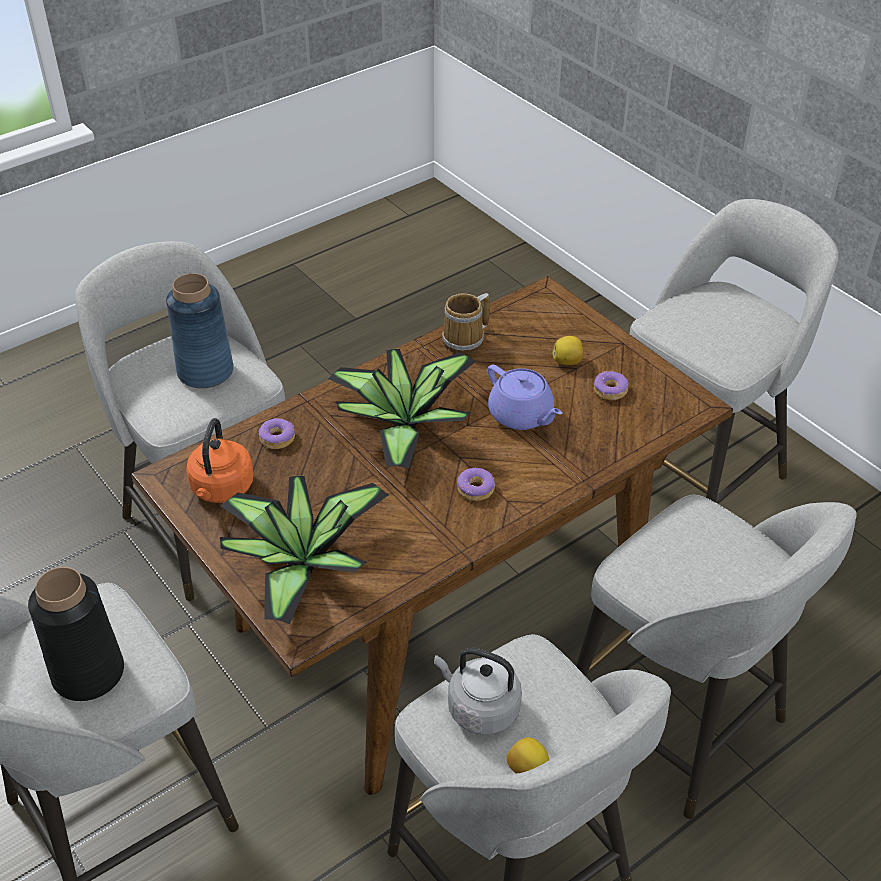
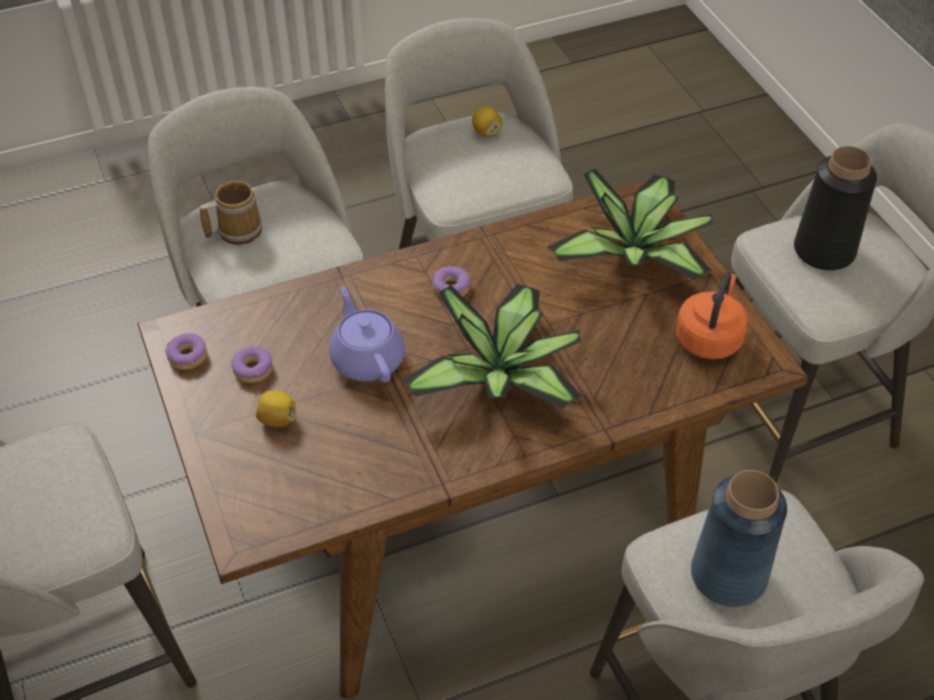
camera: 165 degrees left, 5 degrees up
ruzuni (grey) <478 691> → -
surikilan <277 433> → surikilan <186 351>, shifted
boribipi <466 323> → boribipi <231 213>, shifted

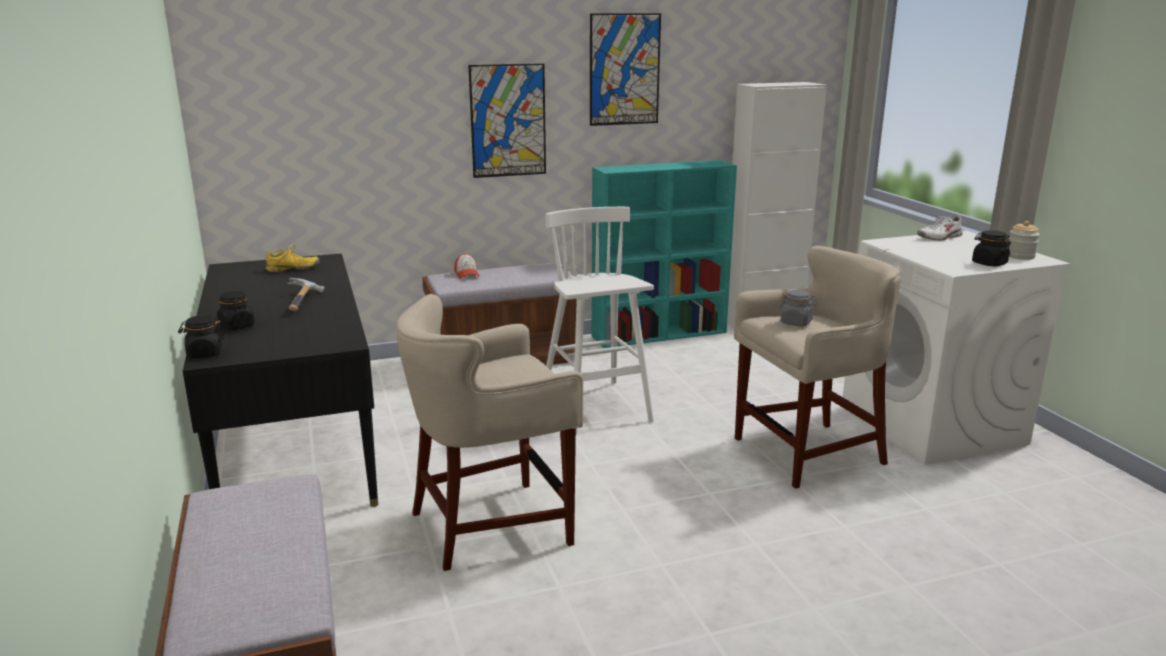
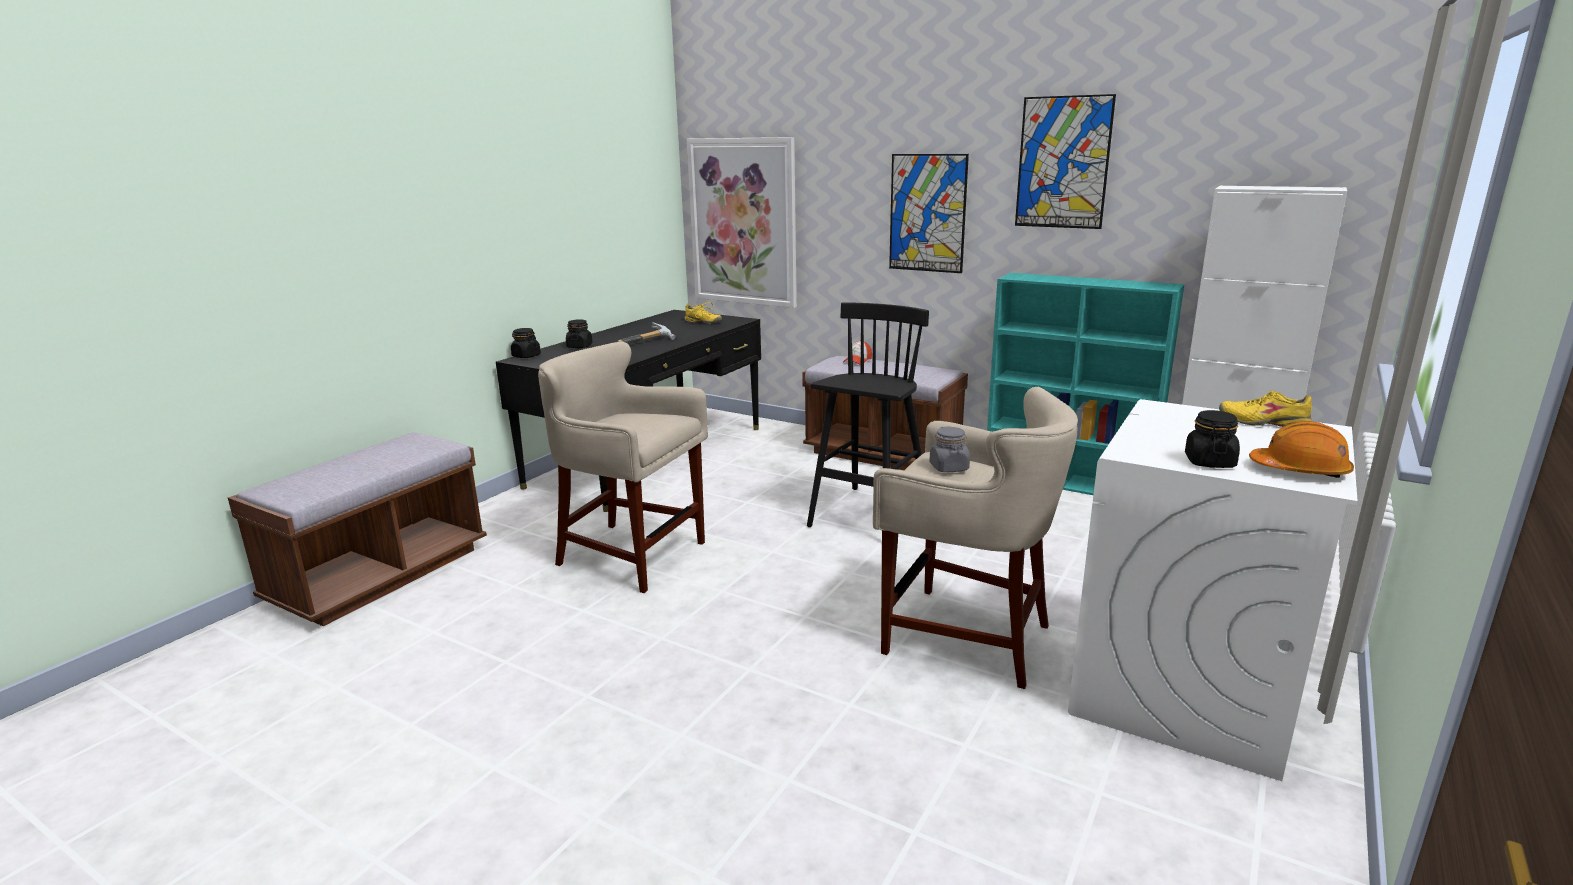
camera: 50 degrees right, 0 degrees up
- → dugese <742 222>
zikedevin <1023 240> → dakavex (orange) <1301 450>
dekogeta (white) <599 320> → dekogeta (black) <868 414>
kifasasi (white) <941 228> → kifasasi (yellow) <1265 408>

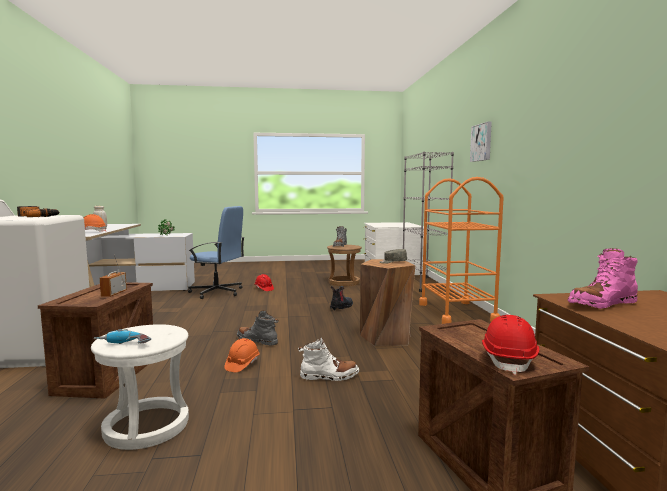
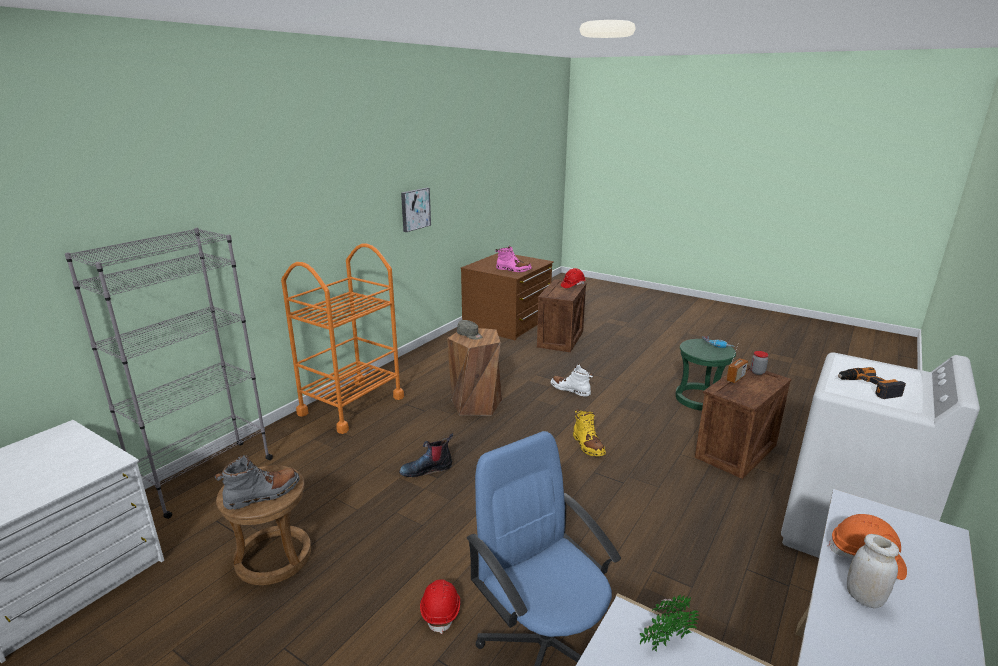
camera: 140 degrees left, 15 degrees up
dakavex (orange) <242 355> → -
- → zikedevin <759 363>
dugese <481 141> → dugese <416 210>, shifted
dekogeta (white) <140 387> → dekogeta (green) <705 375>
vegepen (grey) <257 327> → vegepen (yellow) <589 432>

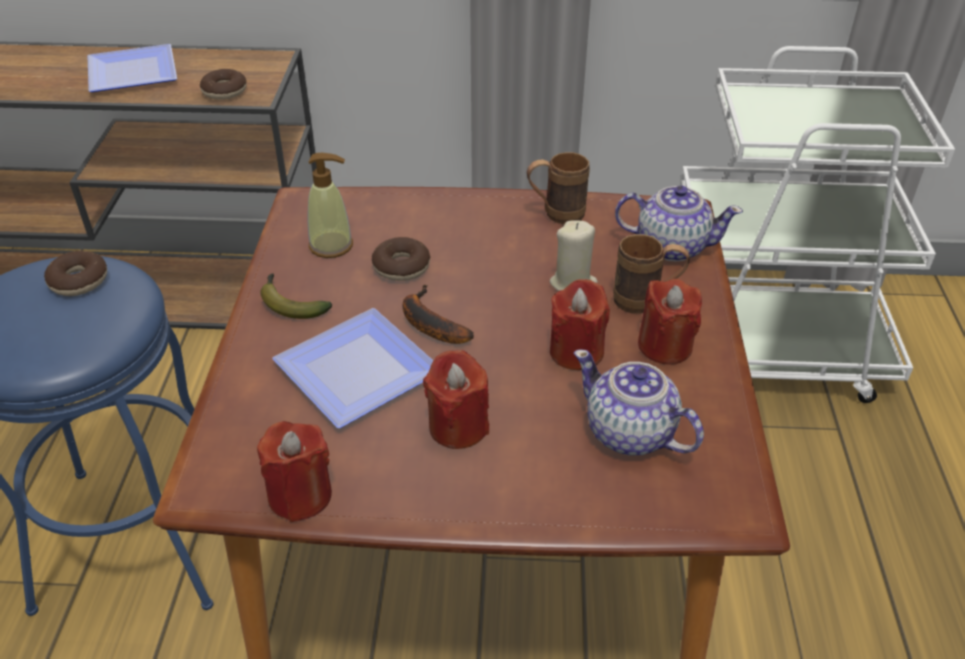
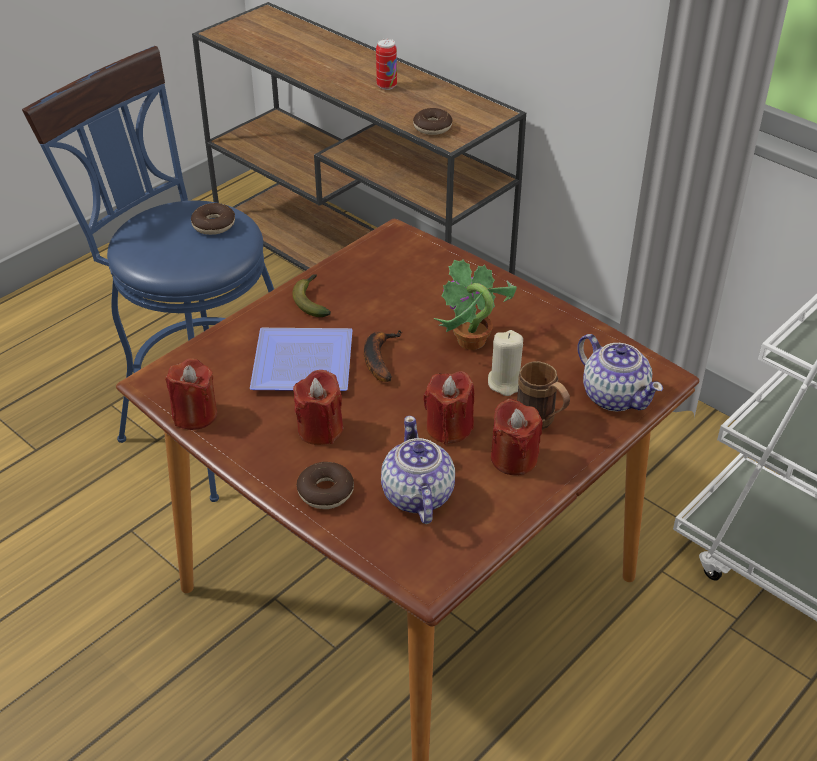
camera: 40 degrees right, 0 degrees up
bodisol <330 205> → -
boribipi (brown) <558 188> → -
- → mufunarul <475 305>
surikilan <401 259> → surikilan <325 485>, shifted
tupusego <132 68> → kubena <386 64>

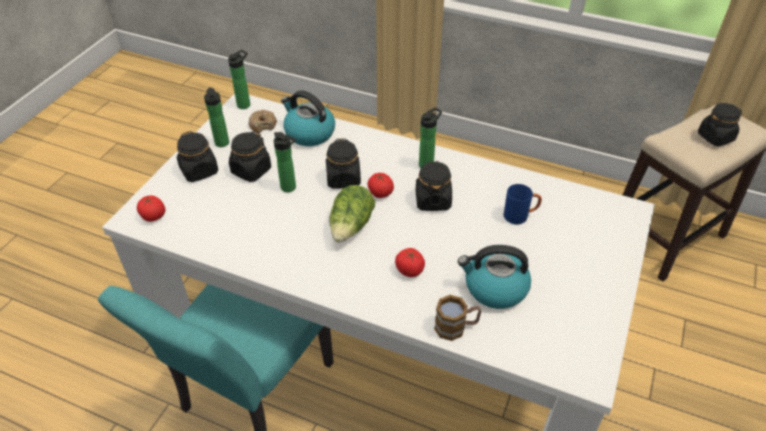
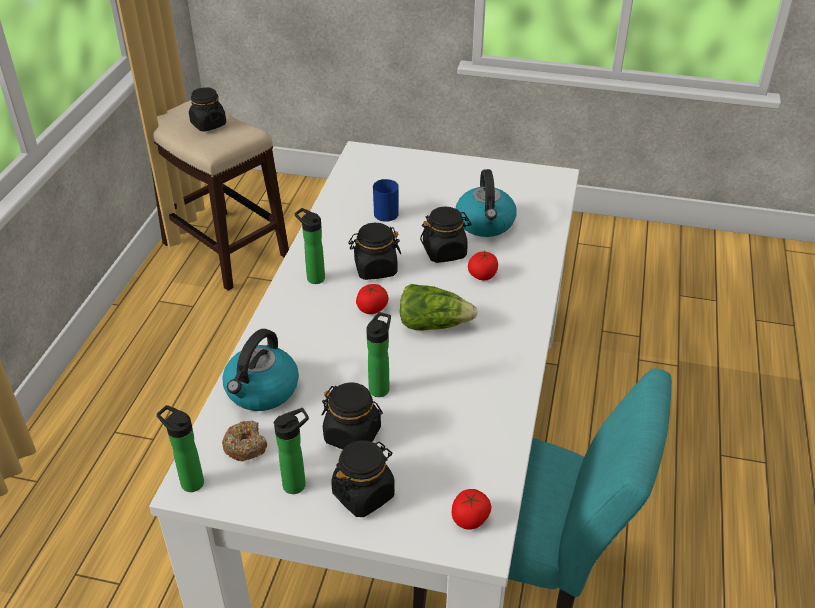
camera: 100 degrees left, 5 degrees down
boribipi <457 318> → -
zikedevin (black) <343 163> → zikedevin (black) <445 234>, shifted

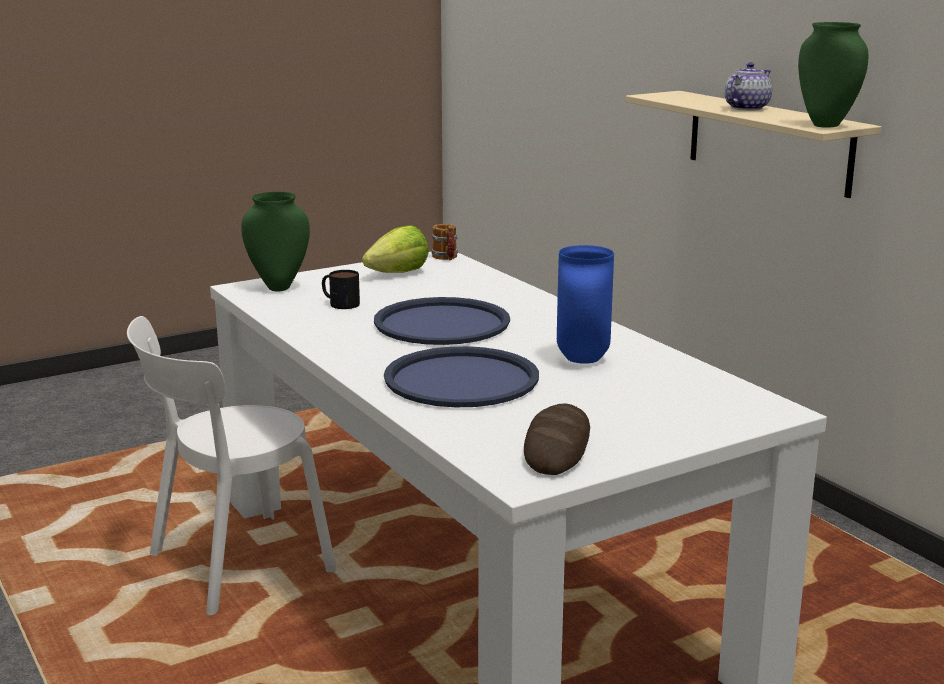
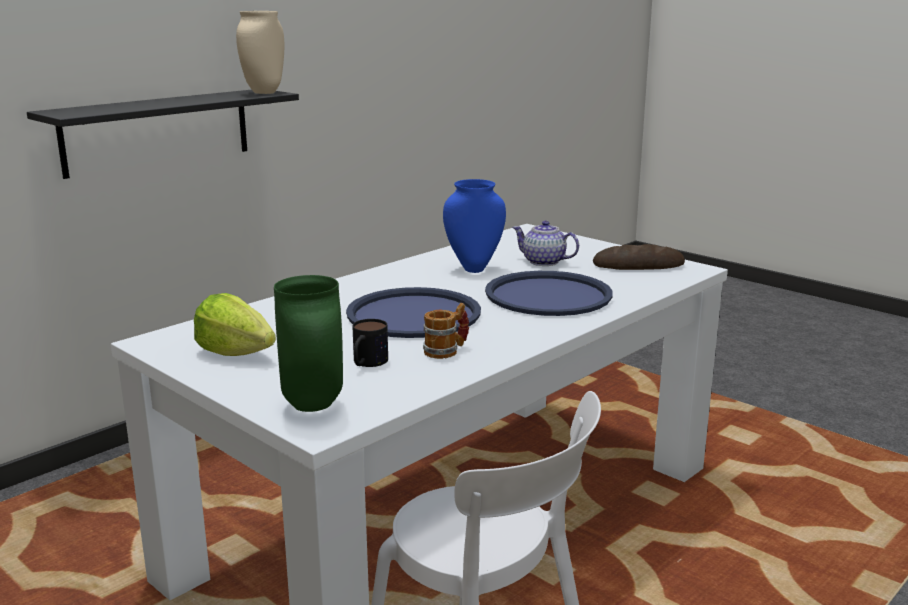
camera: 105 degrees left, 0 degrees up
boribipi <444 242> → boribipi <446 331>, shifted
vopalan <748 86> → vopalan <545 243>, shifted
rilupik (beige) <753 144> → rilupik (black) <163 134>
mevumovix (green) <833 75> → mevumovix (beige) <260 52>

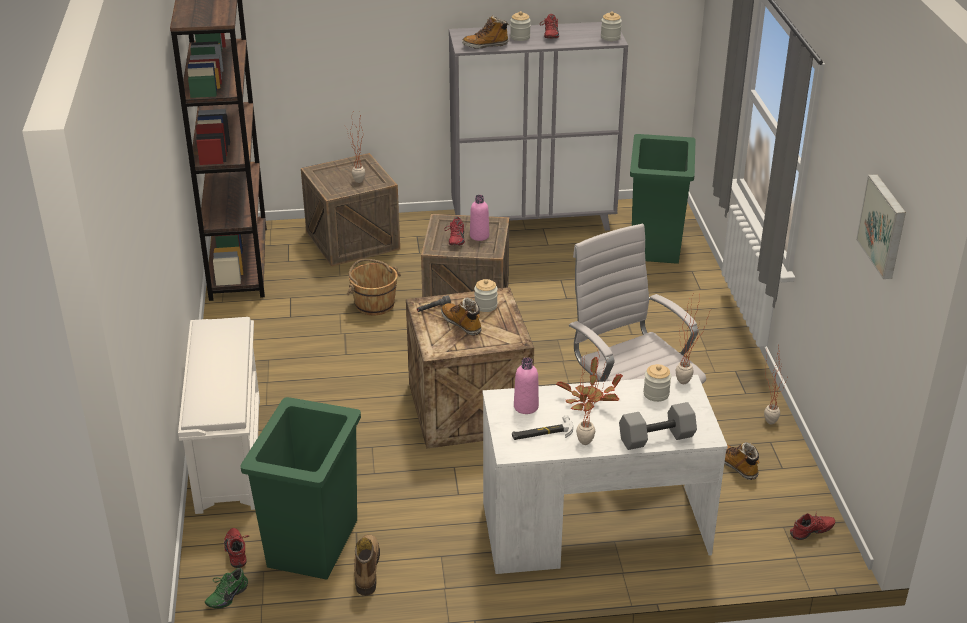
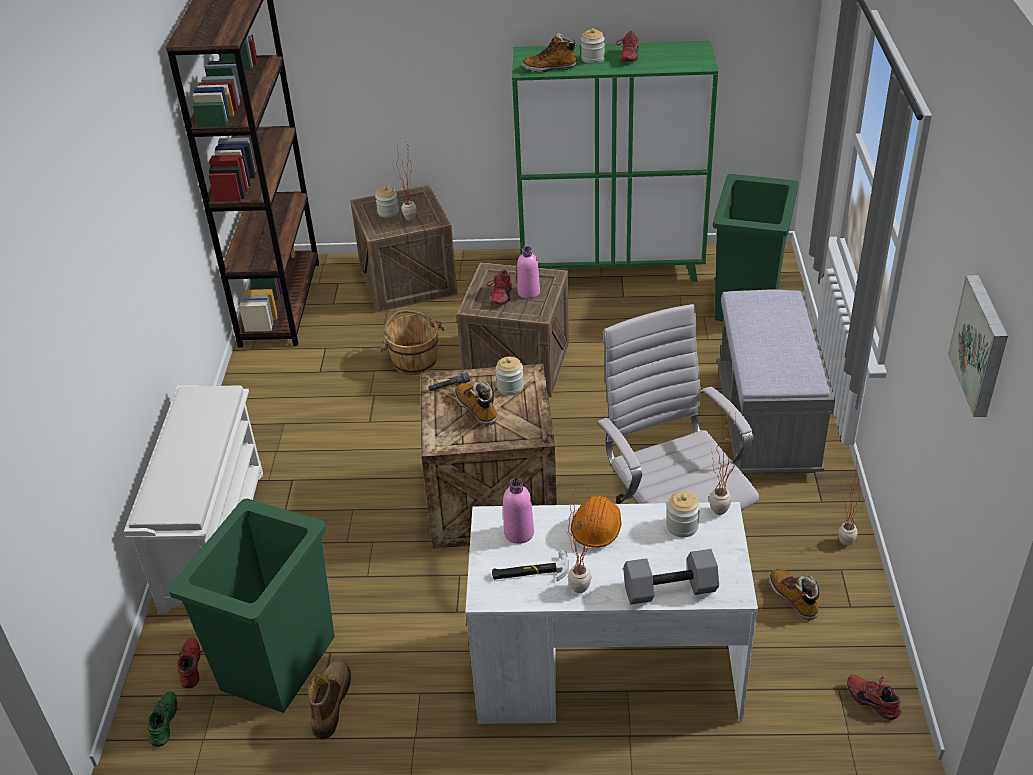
camera: 10 degrees right, 5 degrees up
- → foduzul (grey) <776 381>
zikedevin <611 26> → zikedevin <387 202>, shifted
mufunarul <589 384> → dakavex (orange) <596 522>
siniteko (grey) <538 126> → siniteko (green) <615 161>
kifasasi (green) <226 588> → kifasasi (green) <163 719>, 135 degrees clockwise
kifasasi (red) <812 526> → kifasasi (red) <874 697>, 120 degrees counterclockwise

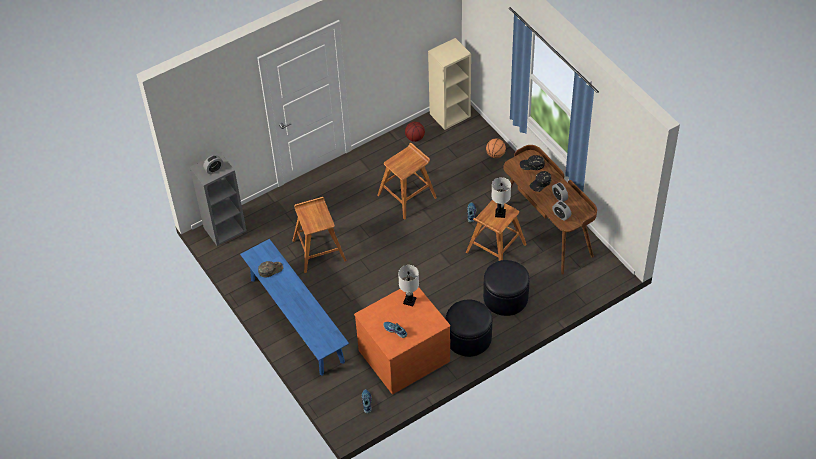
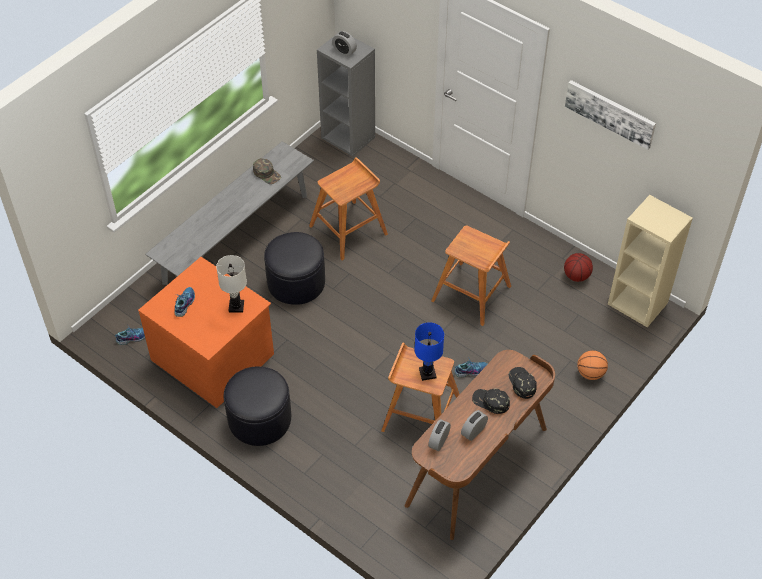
camera: 70 degrees right, 0 degrees up
- → dugese <610 115>
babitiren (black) <506 288> → babitiren (black) <294 268>, shifted
foduzul (blue) <294 307> → foduzul (grey) <229 213>
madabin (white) <501 197> → madabin (blue) <429 351>

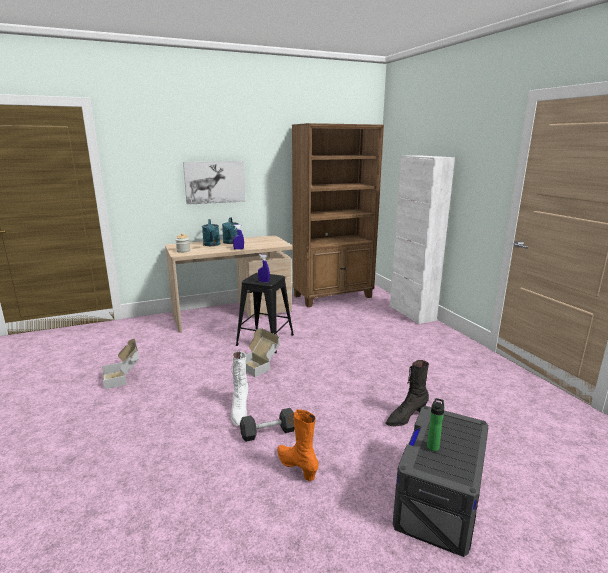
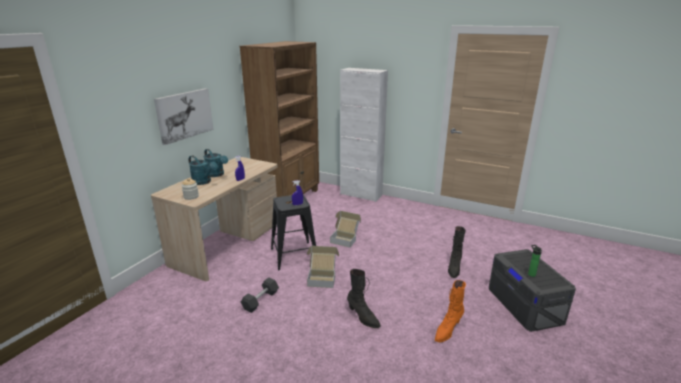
camera: 40 degrees left, 5 degrees up
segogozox <120 364> → segogozox <345 229>, shifted
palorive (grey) <267 425> → palorive (grey) <260 295>, shifted
vegepen (white) <239 388> → vegepen (black) <363 298>
vegepen (orange) <298 445> → vegepen (orange) <450 311>, 60 degrees counterclockwise

